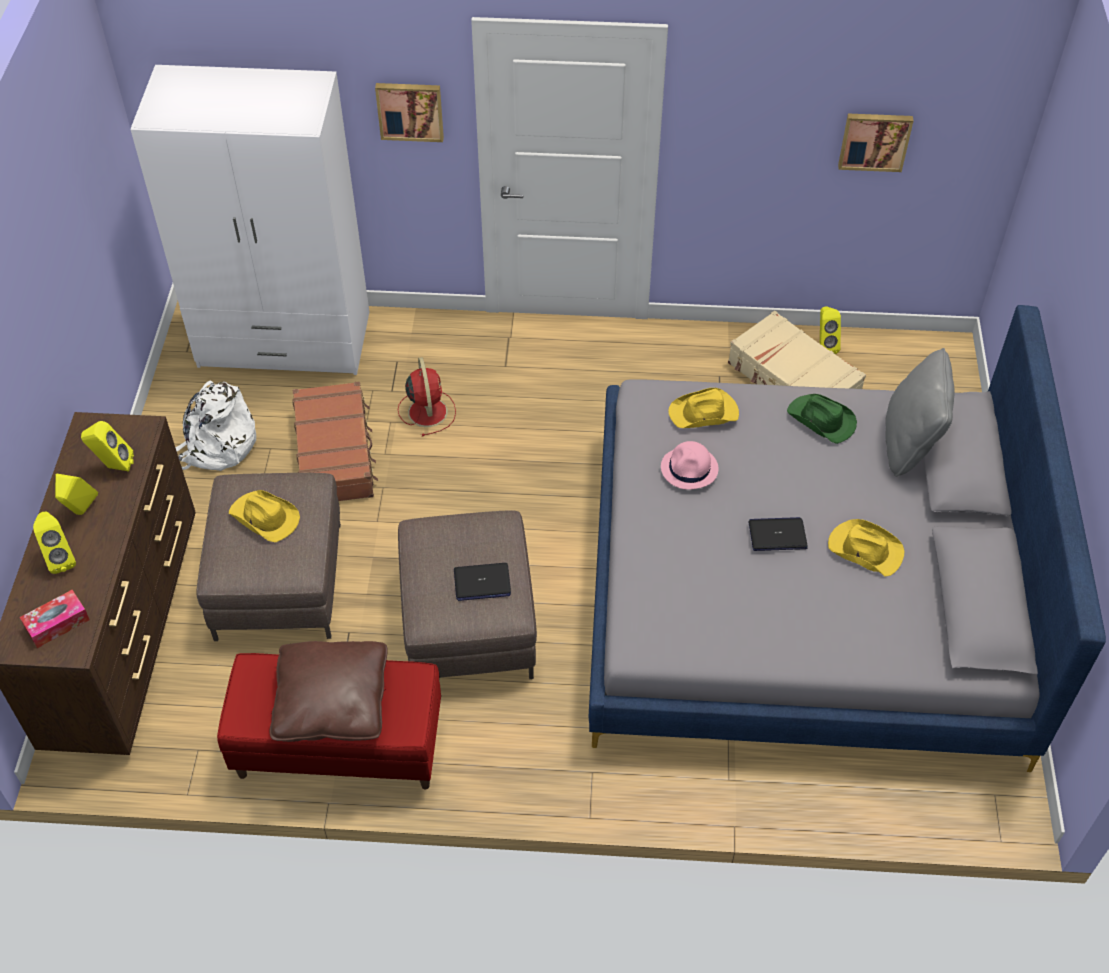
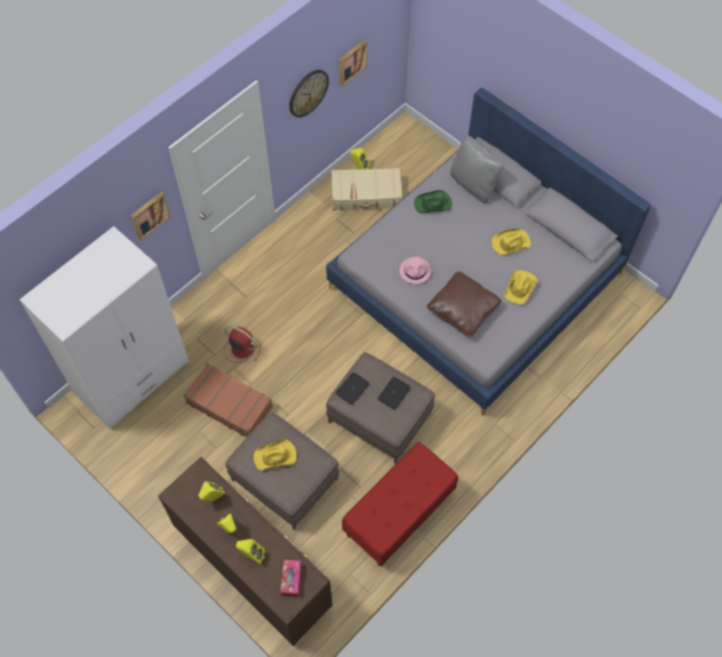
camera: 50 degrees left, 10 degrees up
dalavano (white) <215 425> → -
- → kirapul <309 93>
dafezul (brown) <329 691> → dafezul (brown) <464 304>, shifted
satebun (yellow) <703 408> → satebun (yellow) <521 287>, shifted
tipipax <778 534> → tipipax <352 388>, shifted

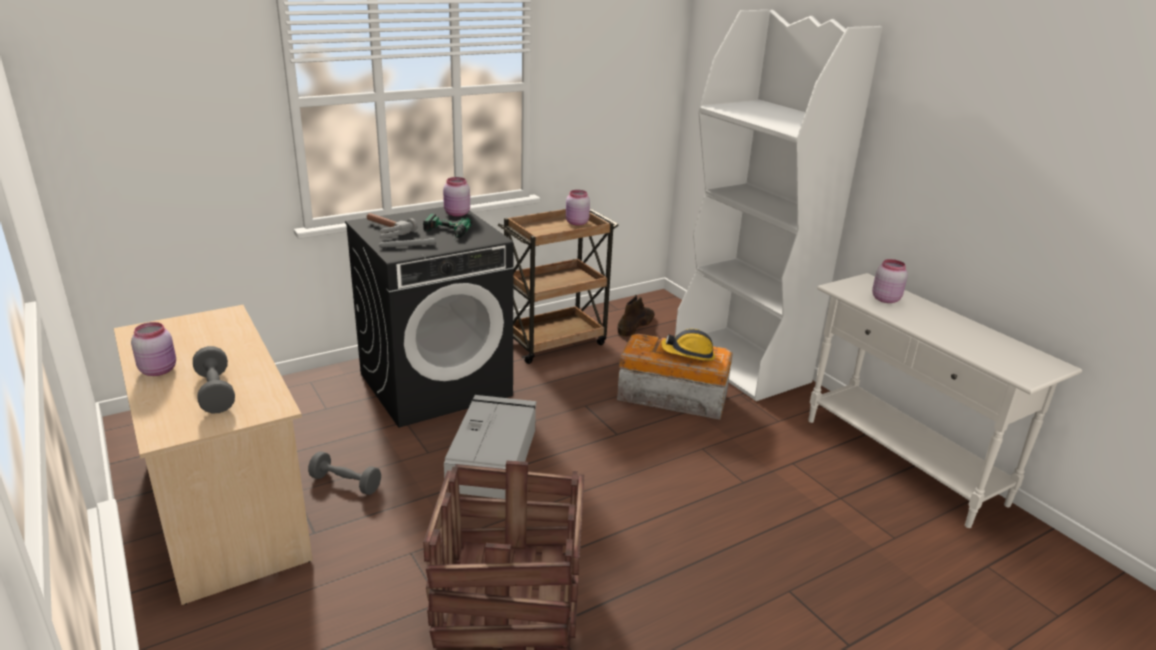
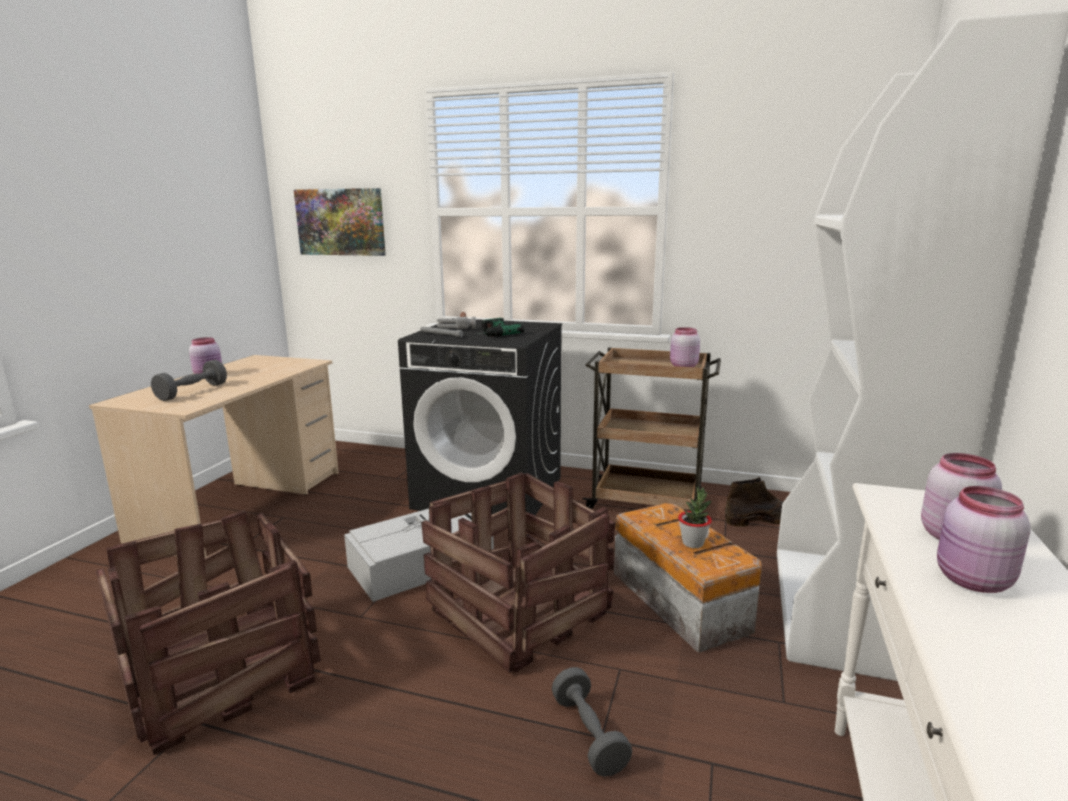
camera: 50 degrees right, 10 degrees down
- → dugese <340 222>
- → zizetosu <518 572>
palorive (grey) <344 473> → palorive (grey) <592 722>, shifted
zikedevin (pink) <456 197> → zikedevin (pink) <984 539>, shifted
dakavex <688 345> → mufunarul <695 517>

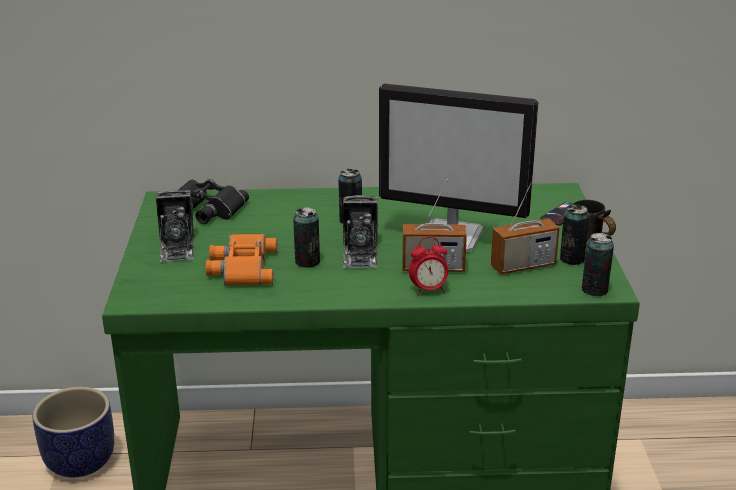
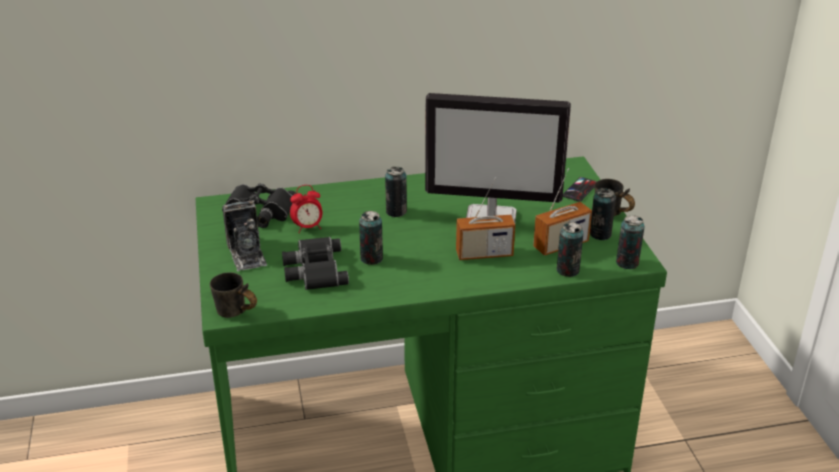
camera: 10 degrees left, 5 degrees up
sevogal <73 432> → -
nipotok <360 231> → -
- → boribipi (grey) <233 295>
- → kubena <569 249>
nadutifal <428 266> → nadutifal <306 209>, shifted
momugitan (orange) <241 260> → momugitan (black) <315 263>

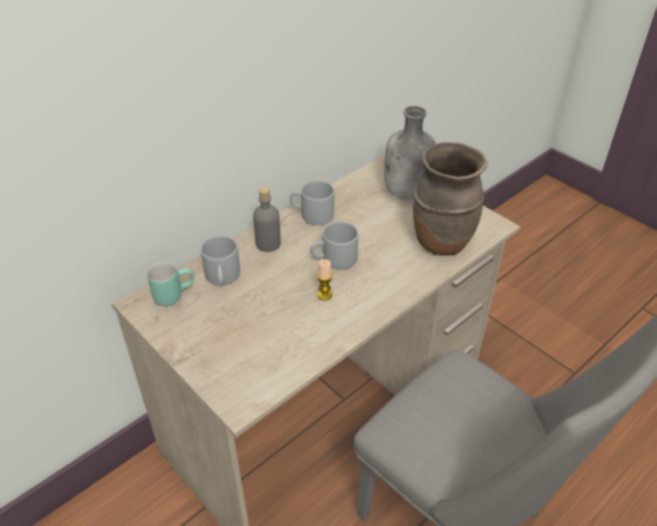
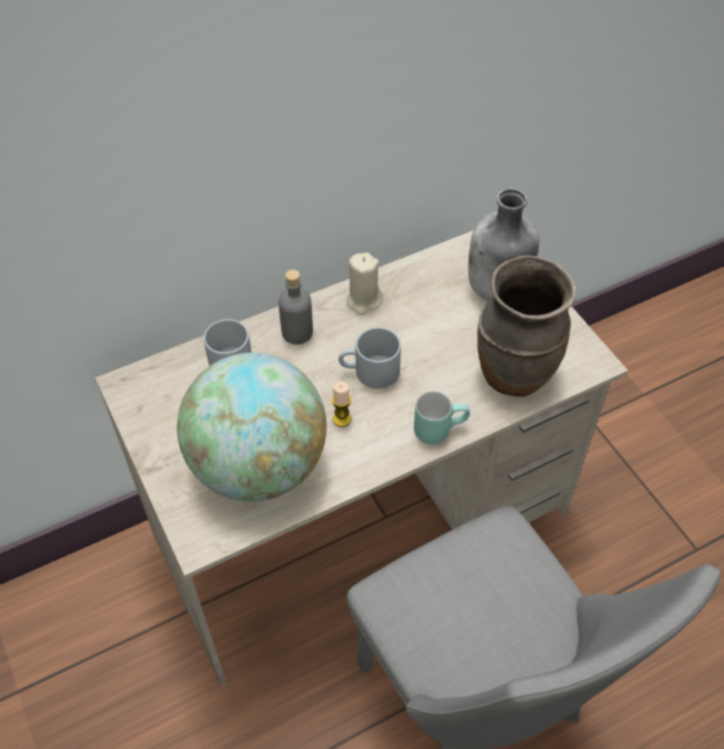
camera: 15 degrees right, 10 degrees up
- → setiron <252 427>
boribipi (turquoise) <170 284> → boribipi (turquoise) <442 417>, shifted
boribipi (grey) <311 202> → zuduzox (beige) <364 283>

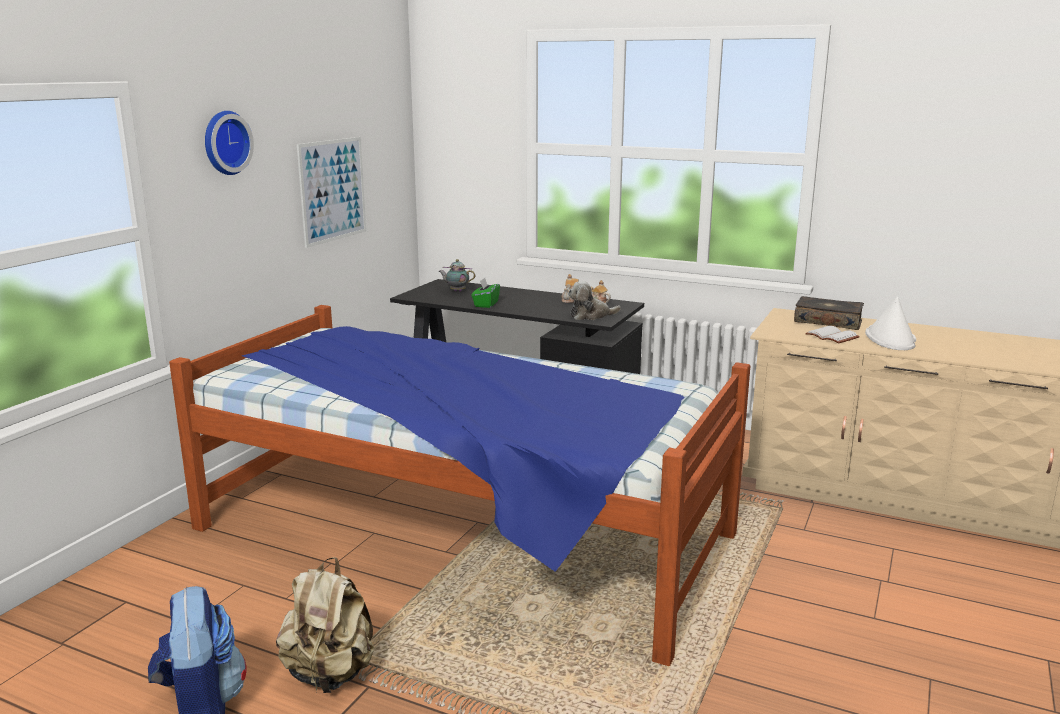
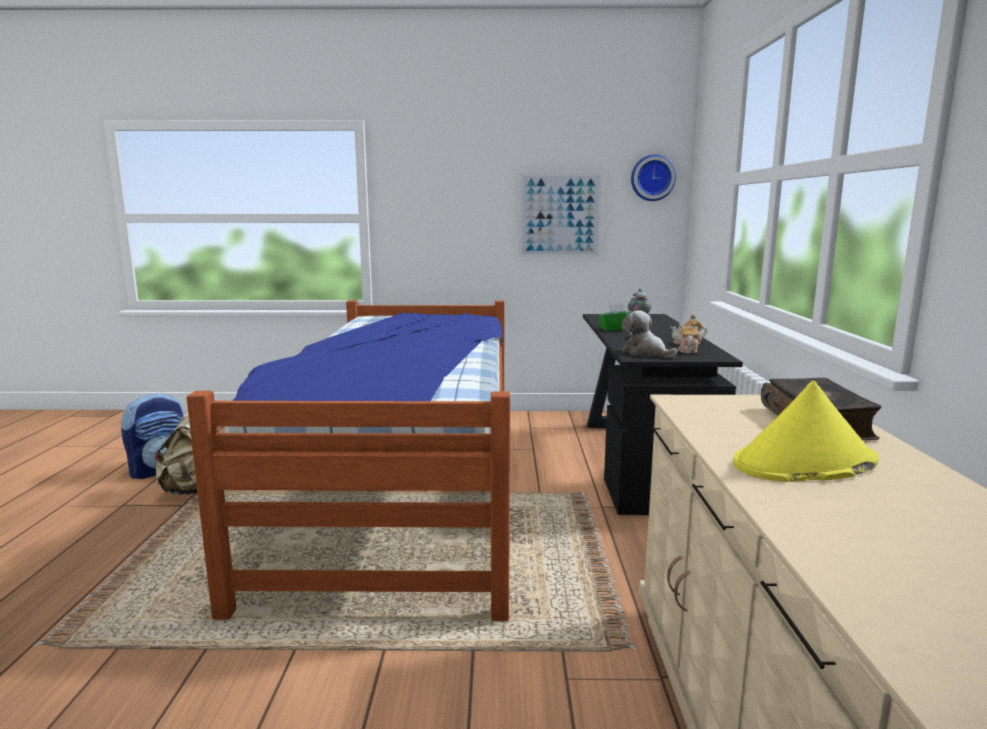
camera: 65 degrees right, 5 degrees down
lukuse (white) <832 335> → -
kirapul <229 143> → kirapul <653 178>, shifted
satebun (white) <890 323> → satebun (yellow) <806 431>

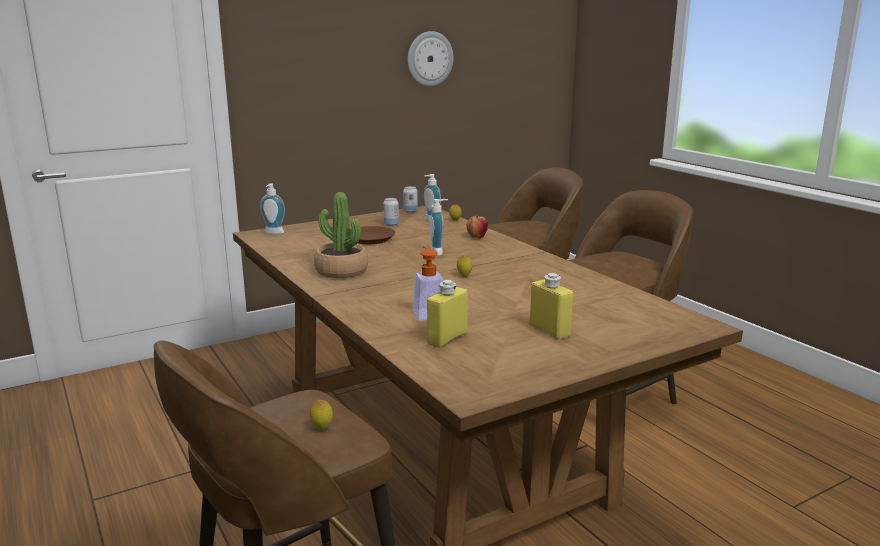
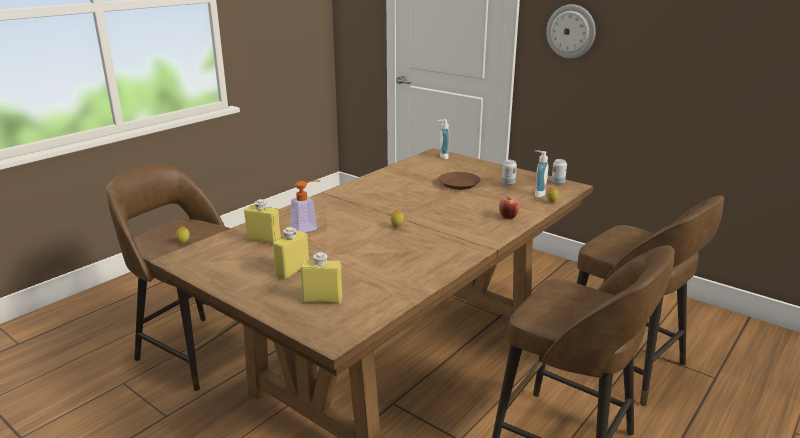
camera: 70 degrees right, 5 degrees up
mufunarul <341 235> → -
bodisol <439 227> → -
- → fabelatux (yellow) <321 278>
kirapul <431 58> → kirapul <571 31>, shifted

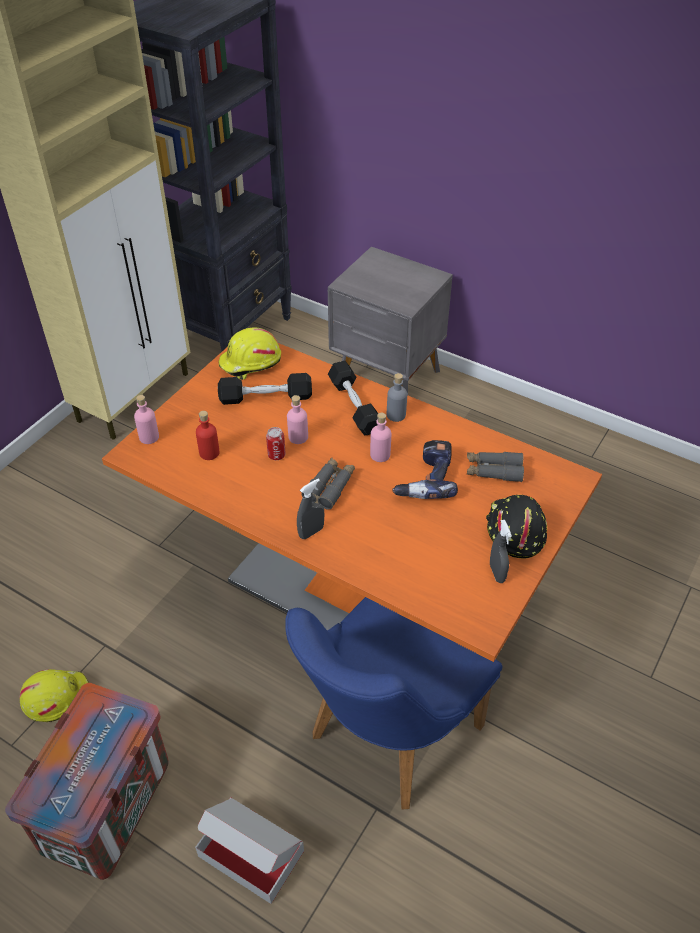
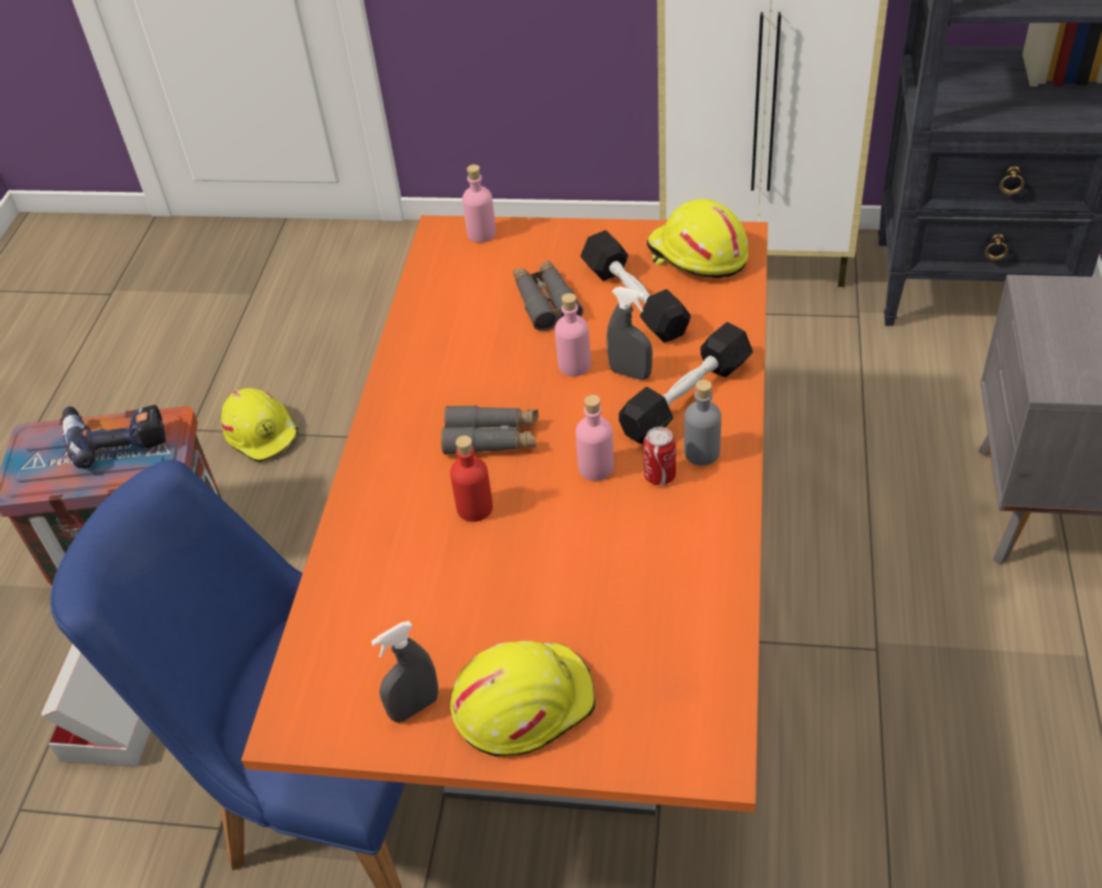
camera: 70 degrees right, 0 degrees up
fabelatux (red) <207 435> → fabelatux (red) <471 478>, shifted
kubena <276 443> → kubena <659 456>, shifted
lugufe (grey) <310 508> → lugufe (grey) <630 333>, shifted
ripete <425 469> → ripete <114 437>, shifted
momugitan (grey) <495 467> → momugitan (grey) <548 295>, shifted
dakavex (black) <516 527> → dakavex (yellow) <522 699>

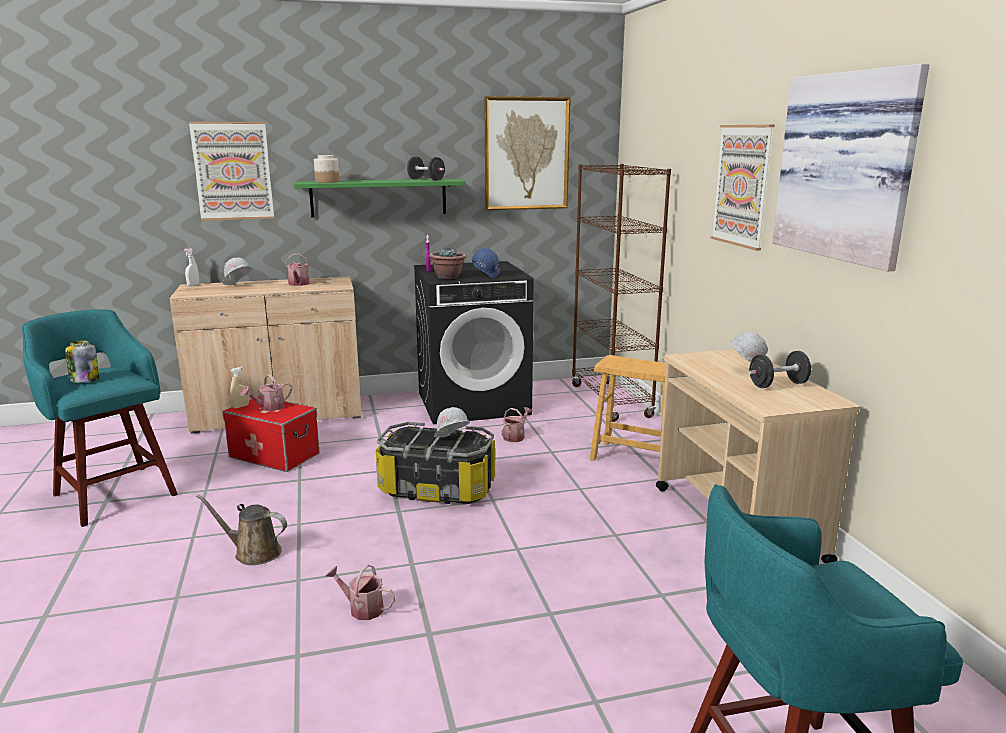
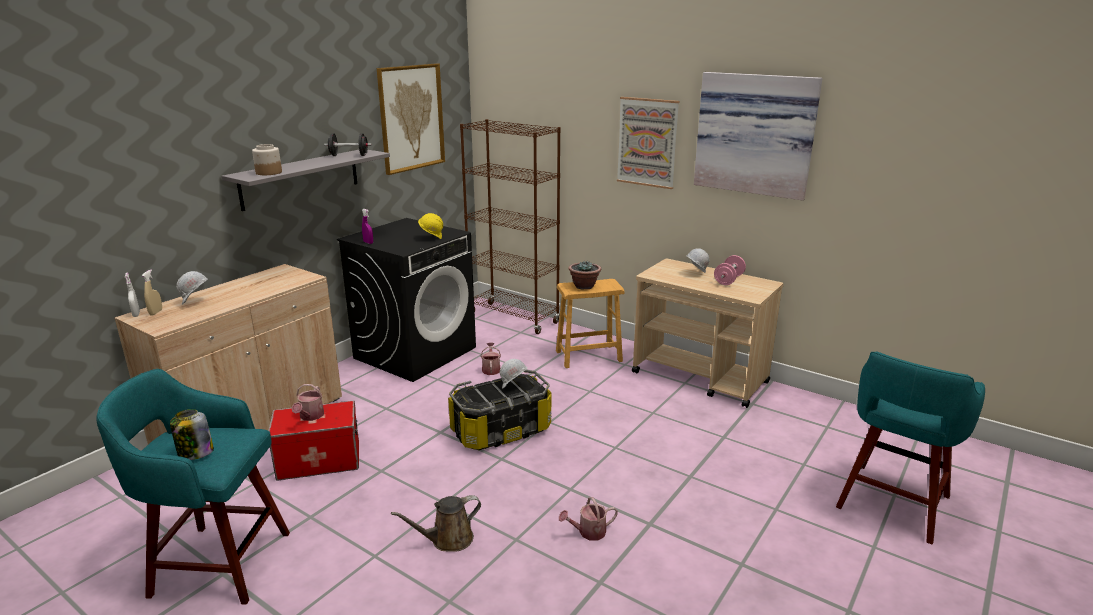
camera: 40 degrees left, 5 degrees up
dugese <231 171> → -
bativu <298 270> → -
lugufe (beige) <239 387> → lugufe (beige) <152 292>, shifted
mufunarul <448 263> → mufunarul <584 275>, shifted
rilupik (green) <380 198> → rilupik (grey) <306 180>
dakavex (blue) <493 263> → dakavex (yellow) <430 226>
palorive (black) <780 369> → palorive (pink) <730 270>

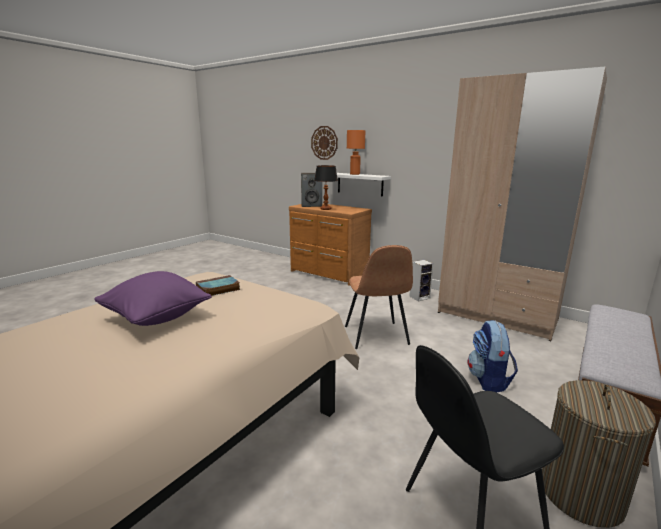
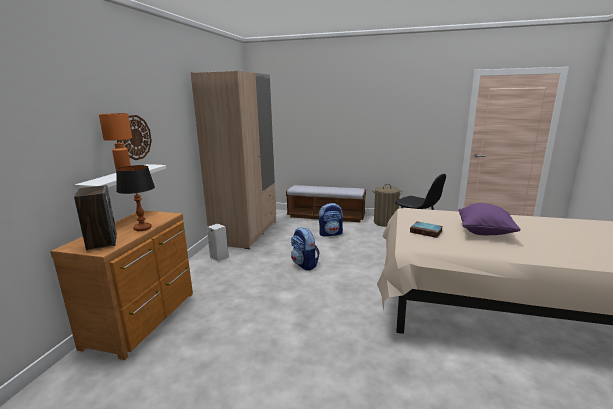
camera: 110 degrees left, 0 degrees up
kirapul <324 143> → kirapul <136 137>, shifted
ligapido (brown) <379 297> → dalavano <305 248>

